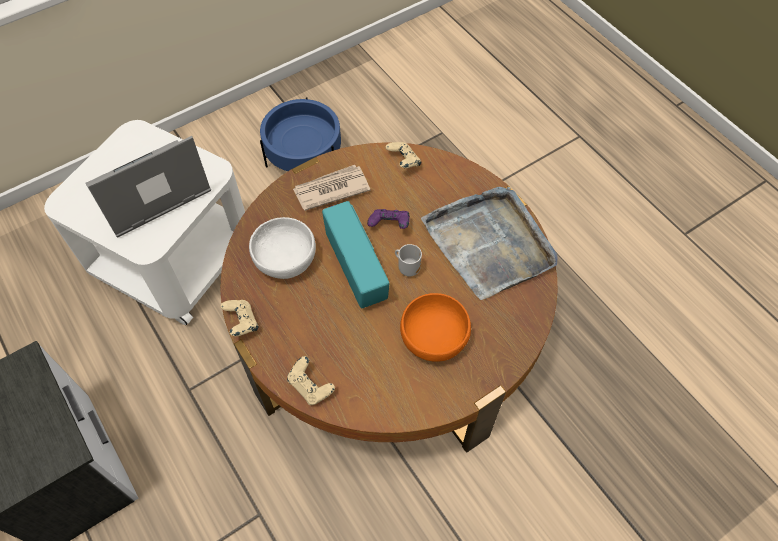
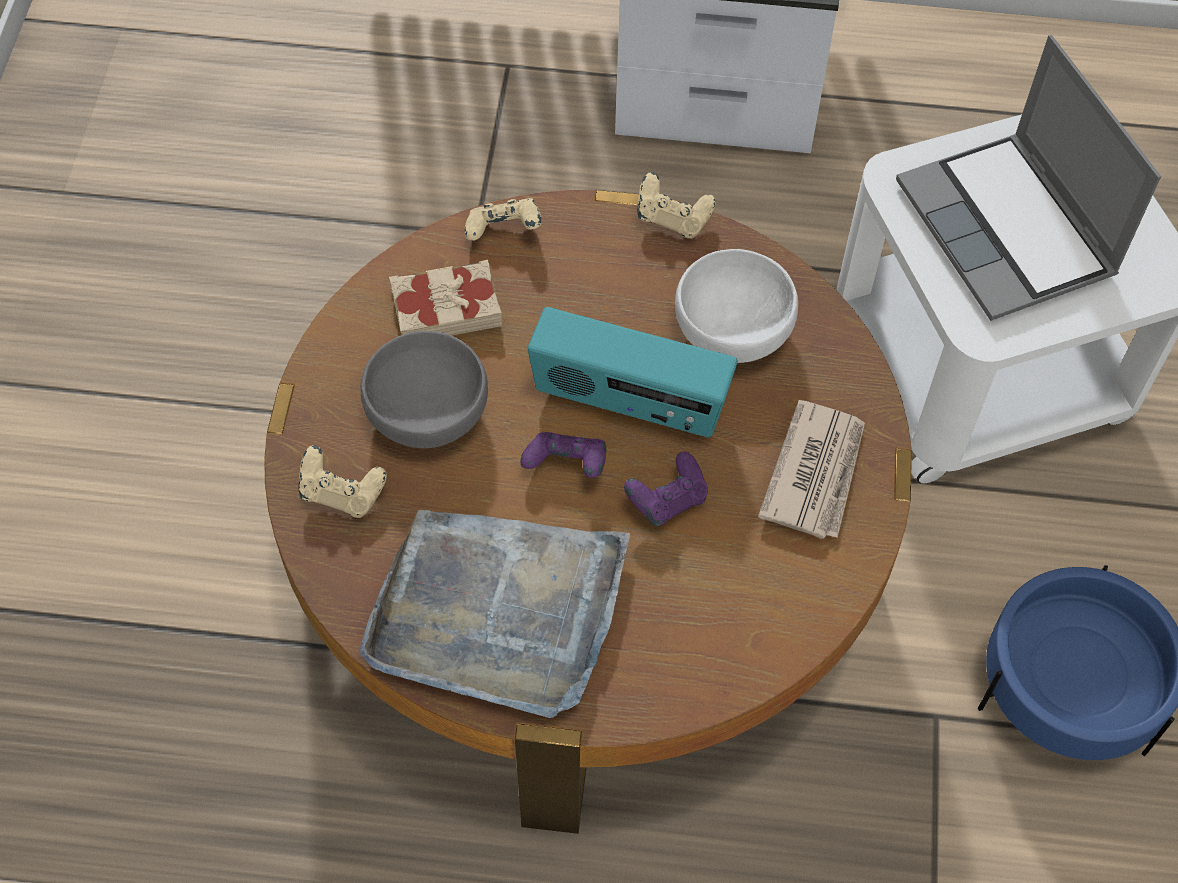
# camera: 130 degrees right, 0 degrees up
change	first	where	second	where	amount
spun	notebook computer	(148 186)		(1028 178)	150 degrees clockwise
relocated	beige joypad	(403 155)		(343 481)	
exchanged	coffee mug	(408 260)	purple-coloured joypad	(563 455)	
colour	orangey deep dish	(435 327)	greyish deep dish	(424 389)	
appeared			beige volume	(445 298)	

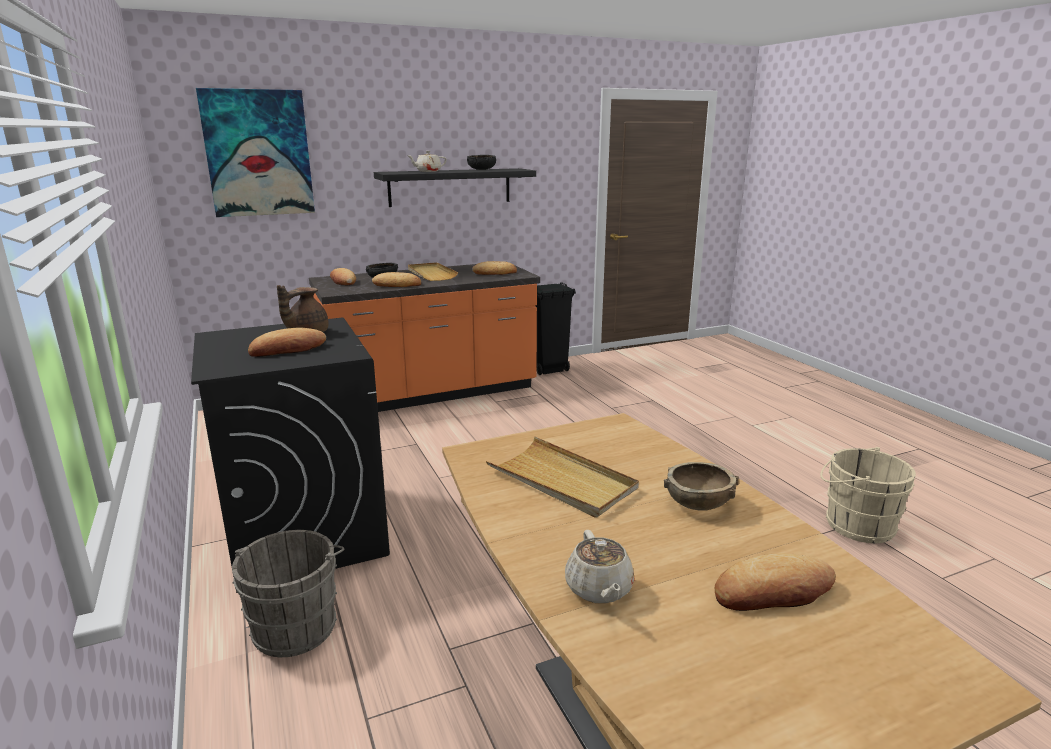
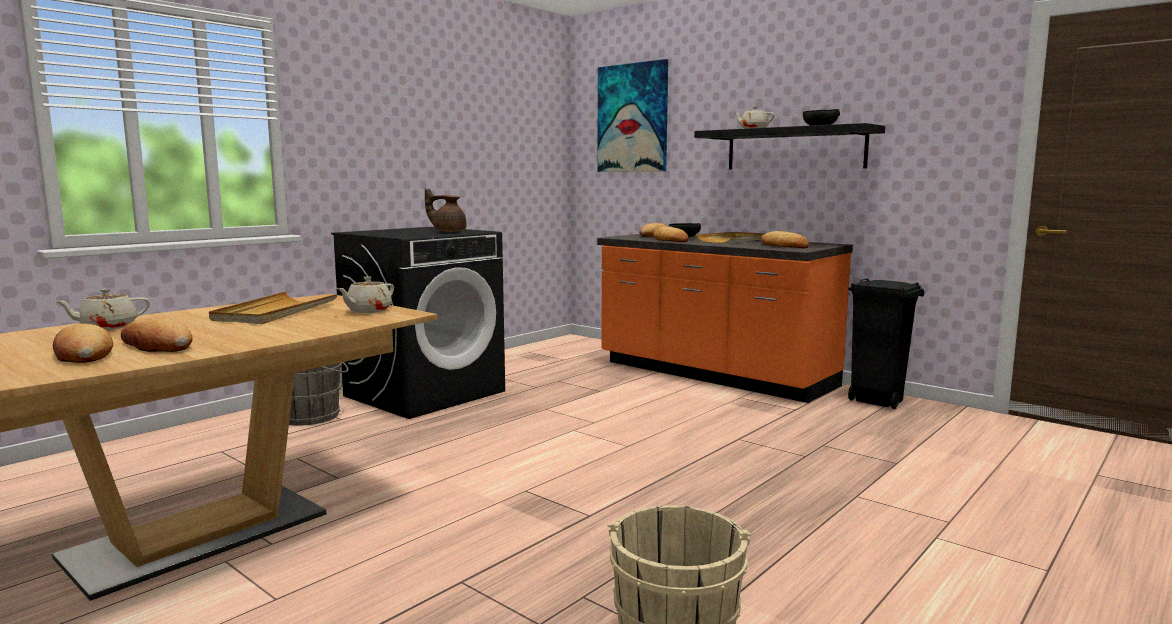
# camera: 65 degrees right, 10 degrees down
change	first	where	second	where	amount
relocated	bakery bread	(287 342)		(157 334)	
missing	brown-coloured deep dish	(701 486)			
appeared			beige tea pot	(365 294)	

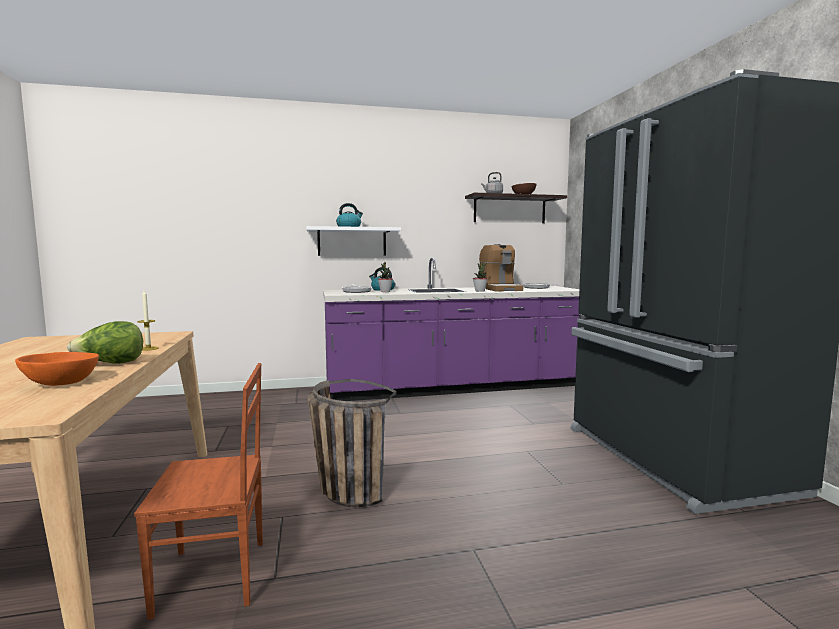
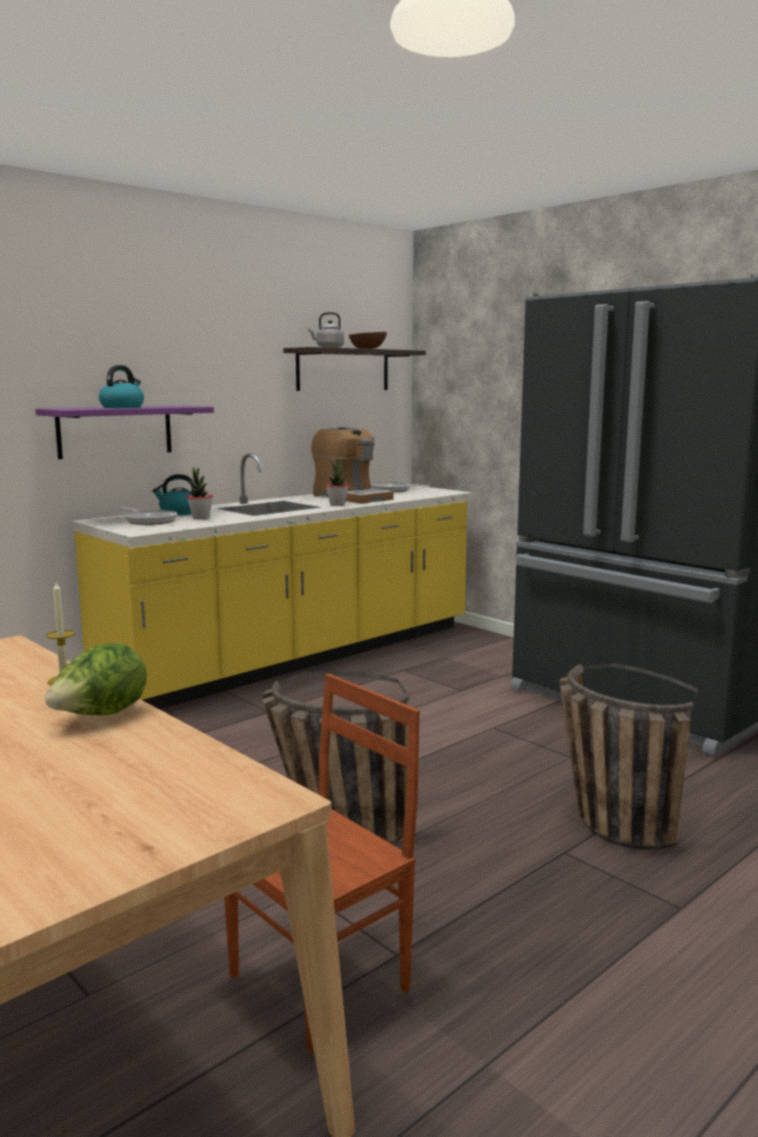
# camera: 30 degrees left, 5 degrees up
change	first	where	second	where	amount
colour	white shelf	(353 241)	purple-coloured shelf	(124 432)	
colour	purple-coloured kitchen base unit	(451 329)	yellow-coloured kitchen base unit	(272 581)	
missing	orangey deep dish	(57 369)			
appeared			household basket	(629 756)	

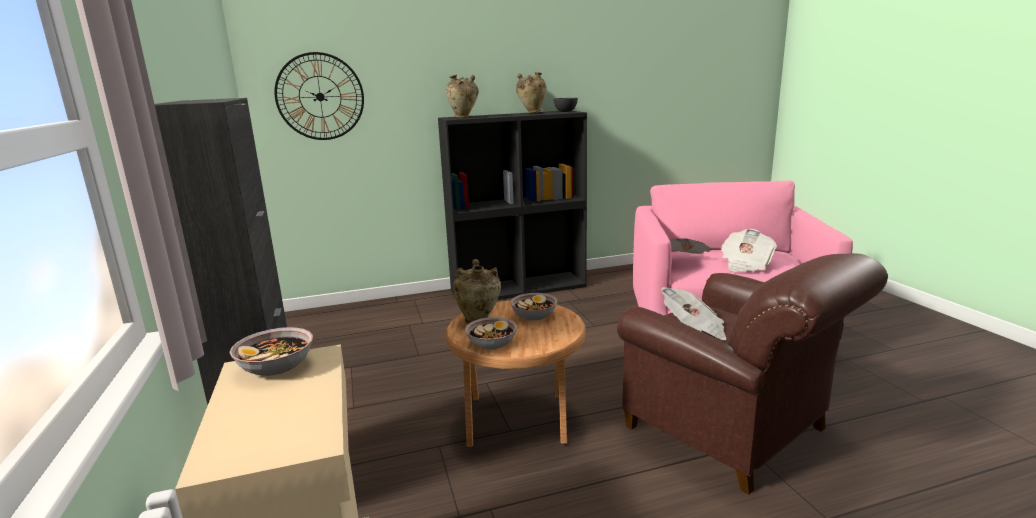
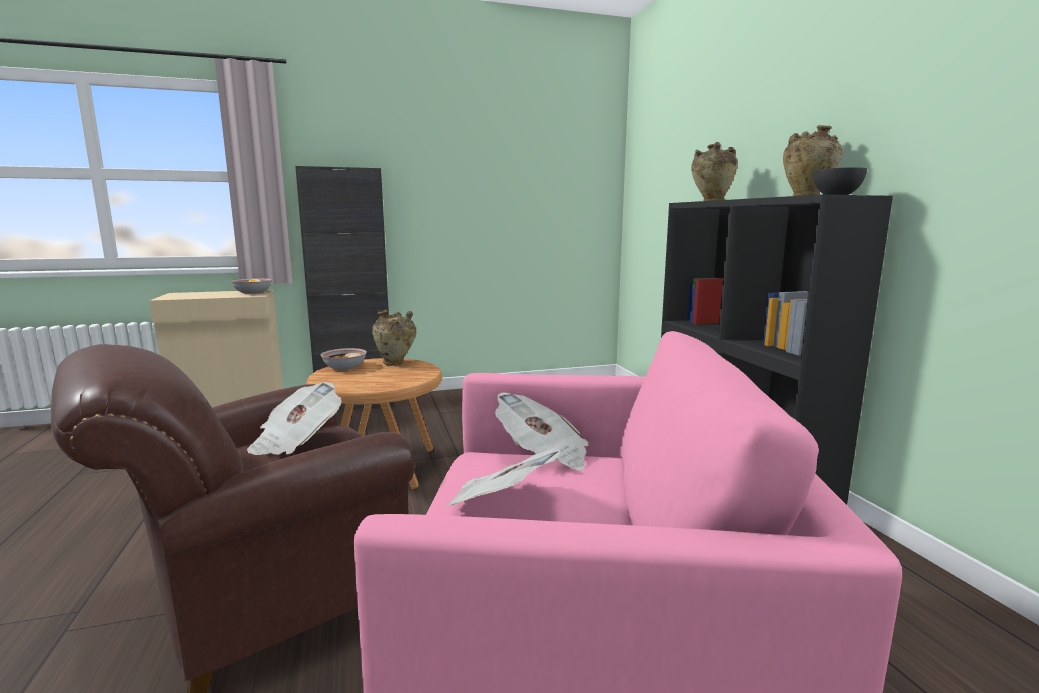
# camera: 90 degrees right, 5 degrees down
change	first	where	second	where	amount
missing	hanging clock	(319 96)			
missing	deep dish	(534 306)			

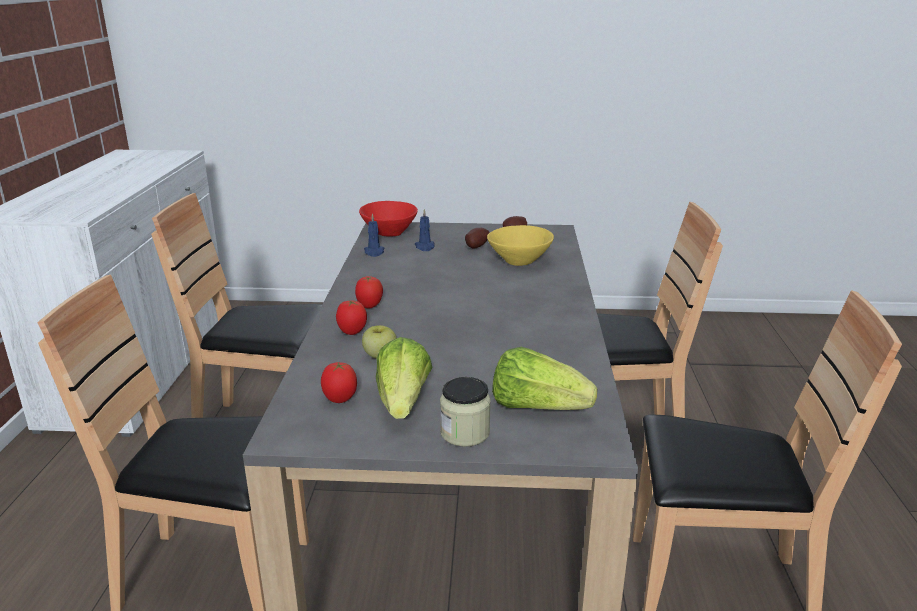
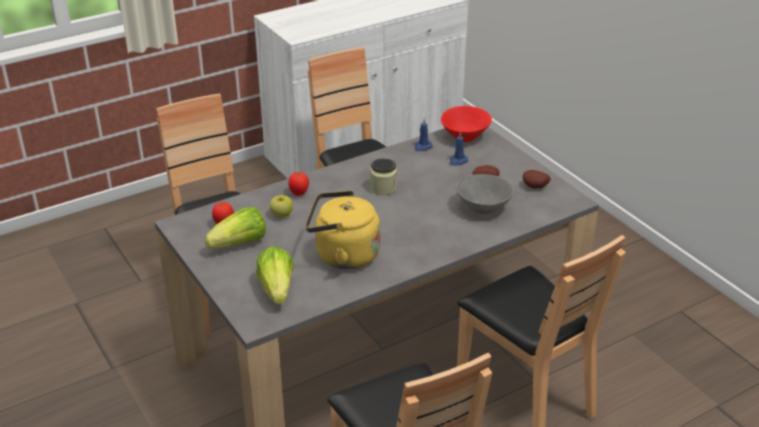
# camera: 55 degrees right, 10 degrees up
change	first	where	second	where	amount
colour	yellow-coloured deep dish	(520 245)	greyish deep dish	(485 194)	
missing	fresh tomato	(369 292)			
relocated	preserve jar	(465 412)		(383 176)	
appeared			yellow-coloured water kettle	(343 230)	

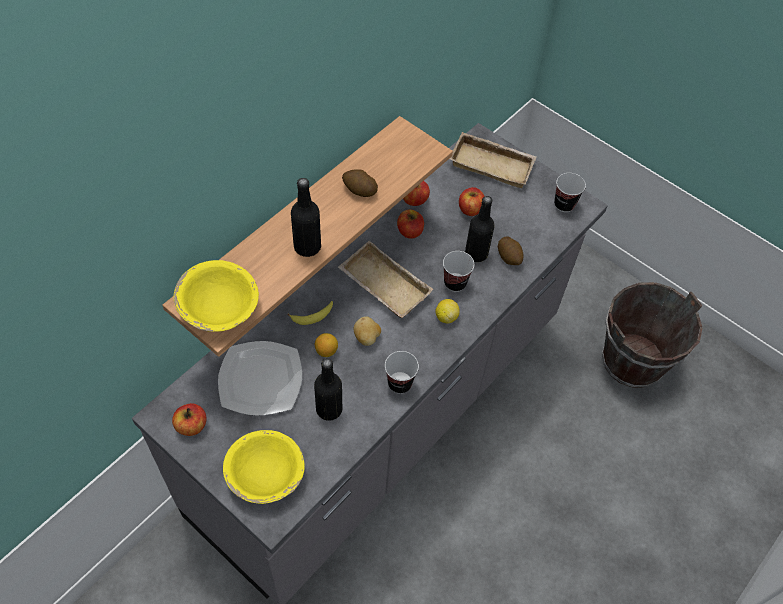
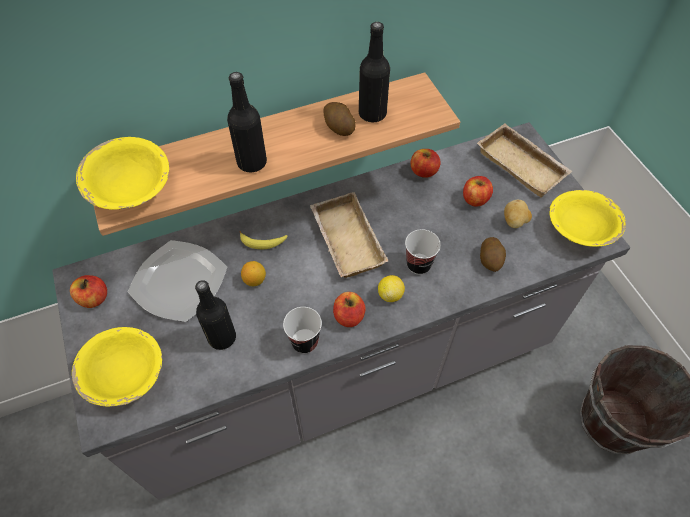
# camera: 30 degrees right, 0 degrees up
change	first	where	second	where	amount
exchanged	cup	(570 192)	yellow-coloured deep dish	(587 218)	
relocated	black-coloured beverage bottle	(480 229)		(374 72)	
relocated	apple	(410 224)		(349 309)	
relocated	whole potato	(367 331)		(518 214)	

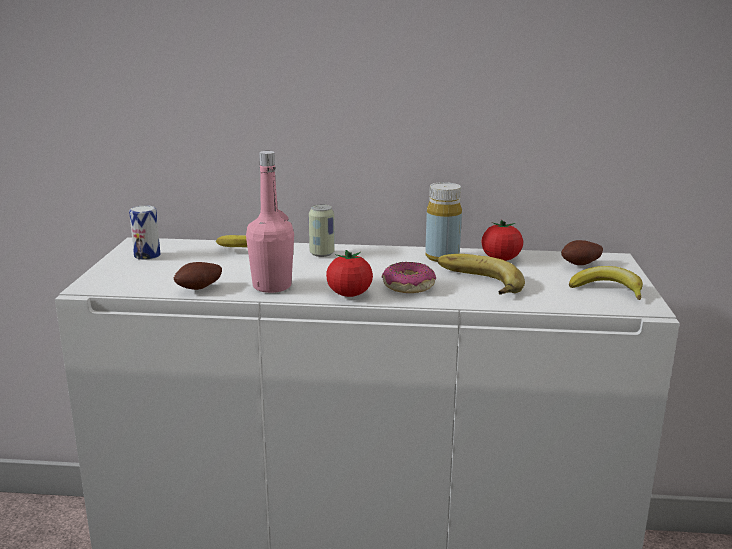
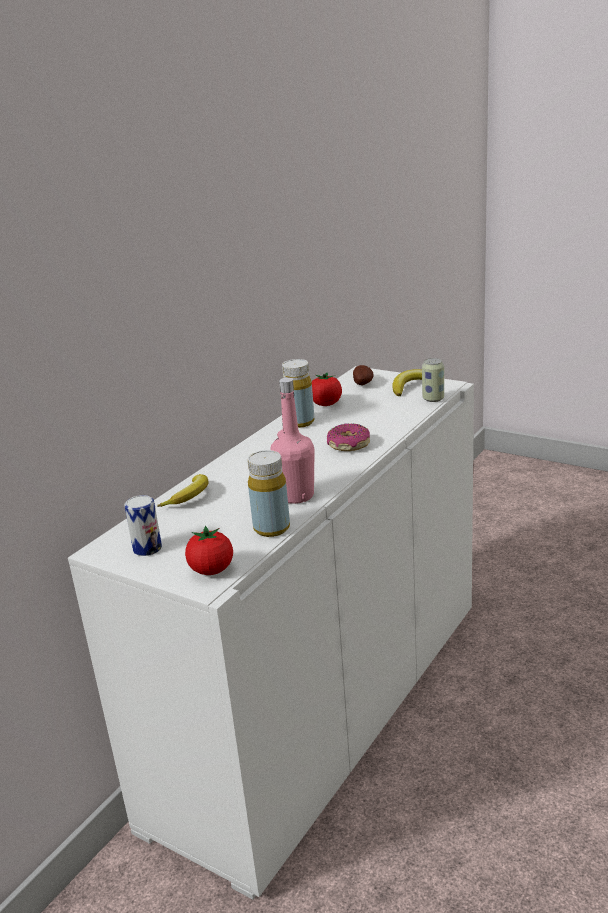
# camera: 60 degrees left, 5 degrees up
change	first	where	second	where	amount
relocated	metal can	(322 230)		(433 380)	
relocated	fresh tomato	(349 273)		(209 550)	
missing	banana	(481 274)			
exchanged	whole potato	(198 276)	yellow-coloured beverage bottle	(268 493)	

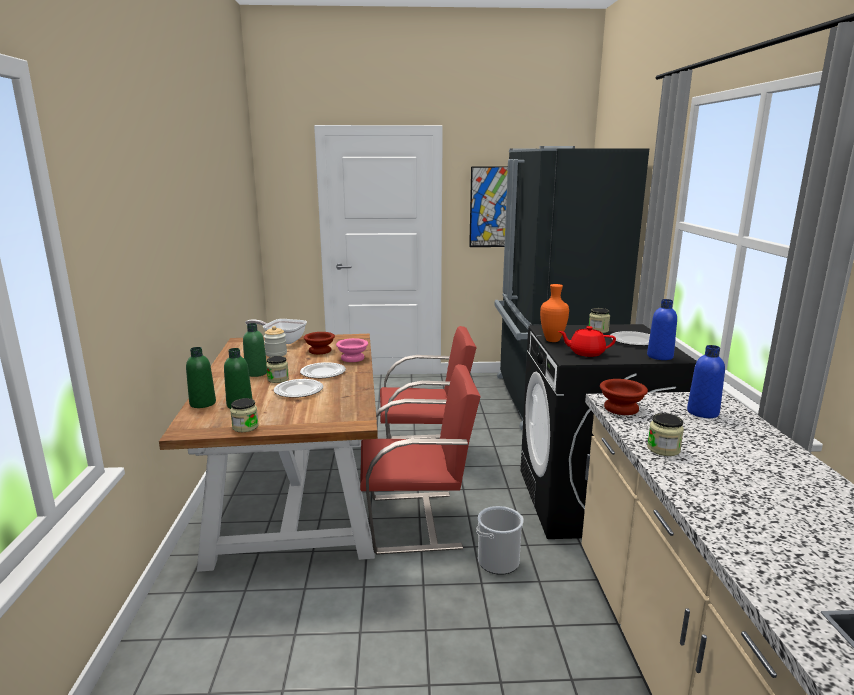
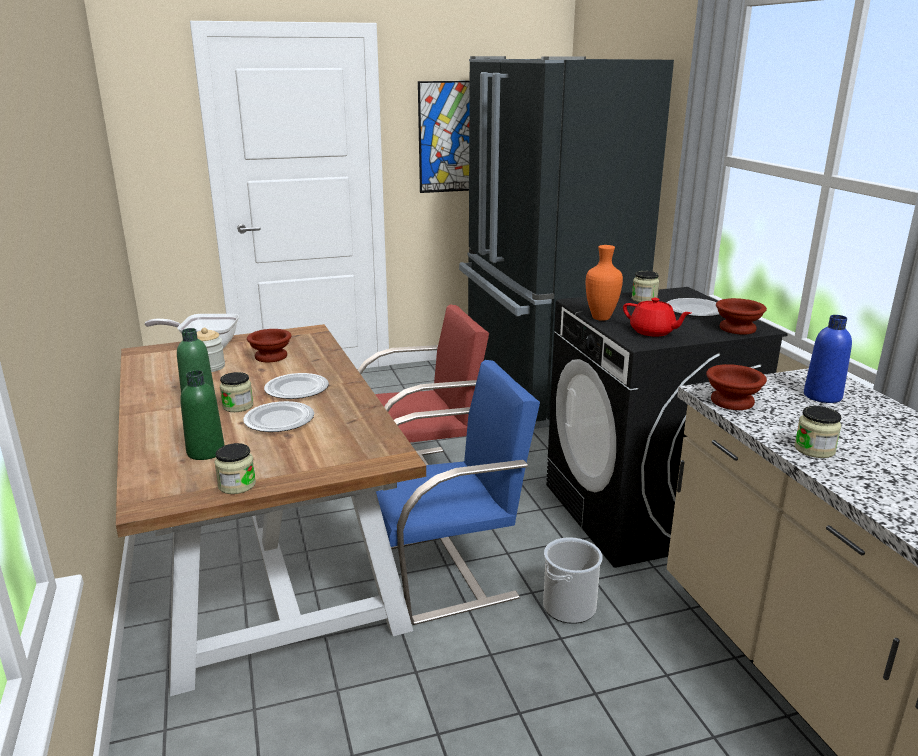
# camera: 15 degrees left, 5 degrees up
change	first	where	second	where	amount
exchanged	blue beverage bottle	(662 329)	brown-coloured deep dish	(741 316)	
spun	red-coloured tea pot	(587 341)		(657 317)	135 degrees counterclockwise
missing	pink deep dish	(352 350)			
missing	green beverage bottle	(201 377)			
colour	red-coloured plain chair	(420 459)	blue plain chair	(458 492)	

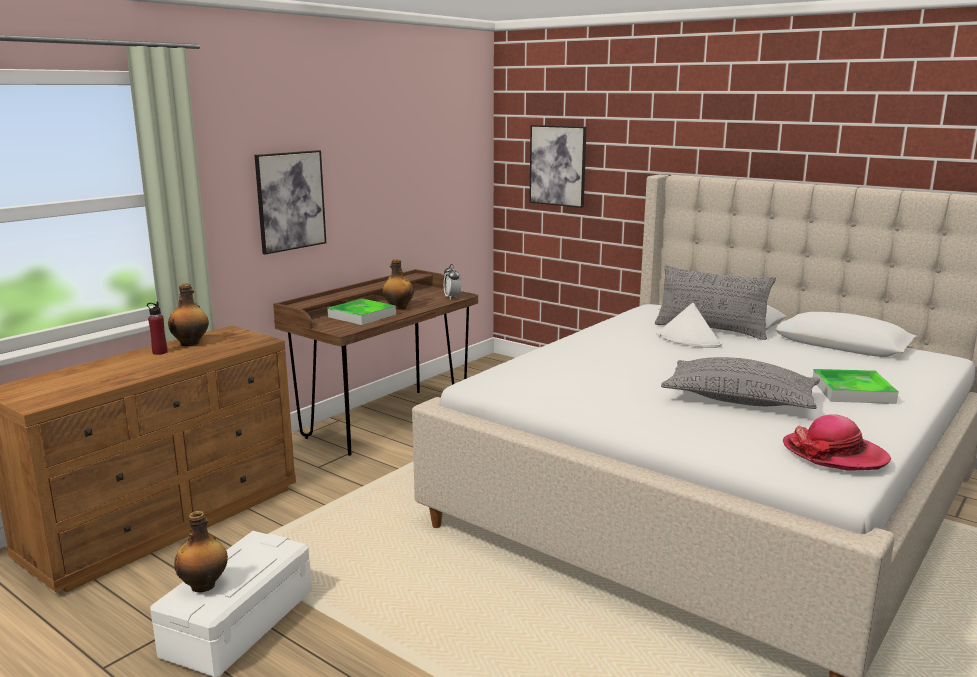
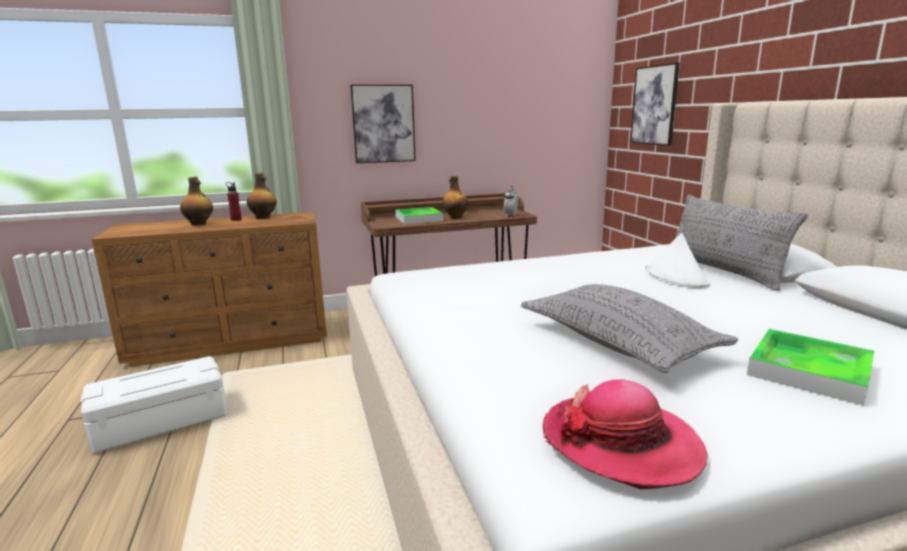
# camera: 35 degrees right, 0 degrees up
change	first	where	second	where	amount
relocated	beverage bottle	(201 552)		(196 201)	

